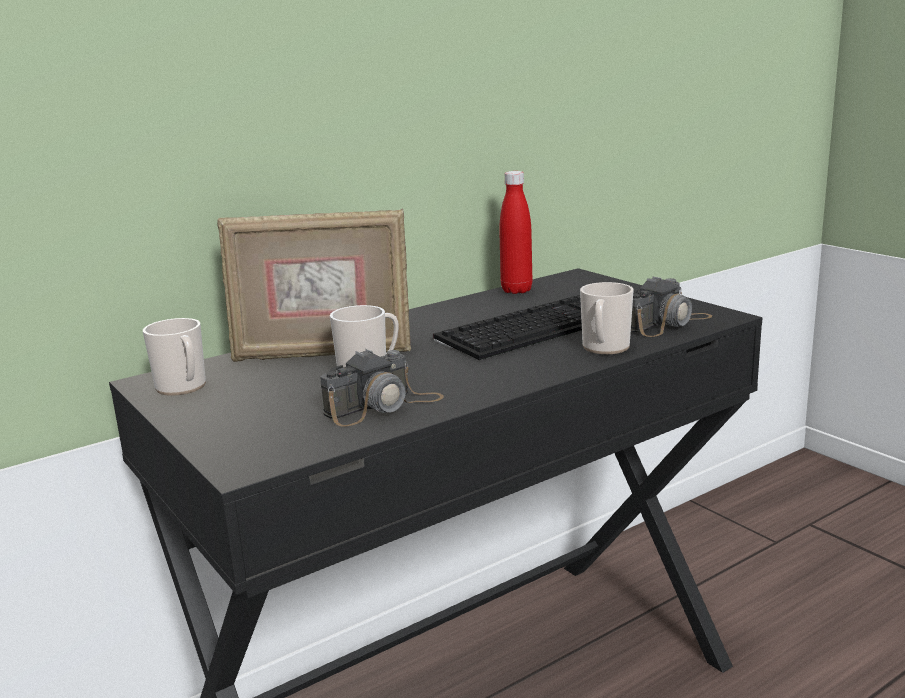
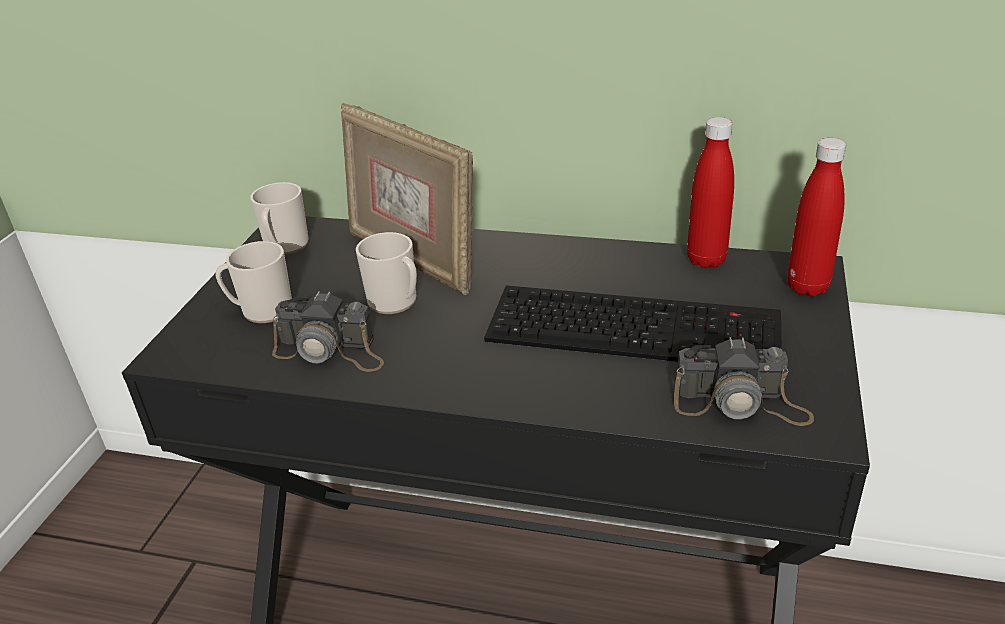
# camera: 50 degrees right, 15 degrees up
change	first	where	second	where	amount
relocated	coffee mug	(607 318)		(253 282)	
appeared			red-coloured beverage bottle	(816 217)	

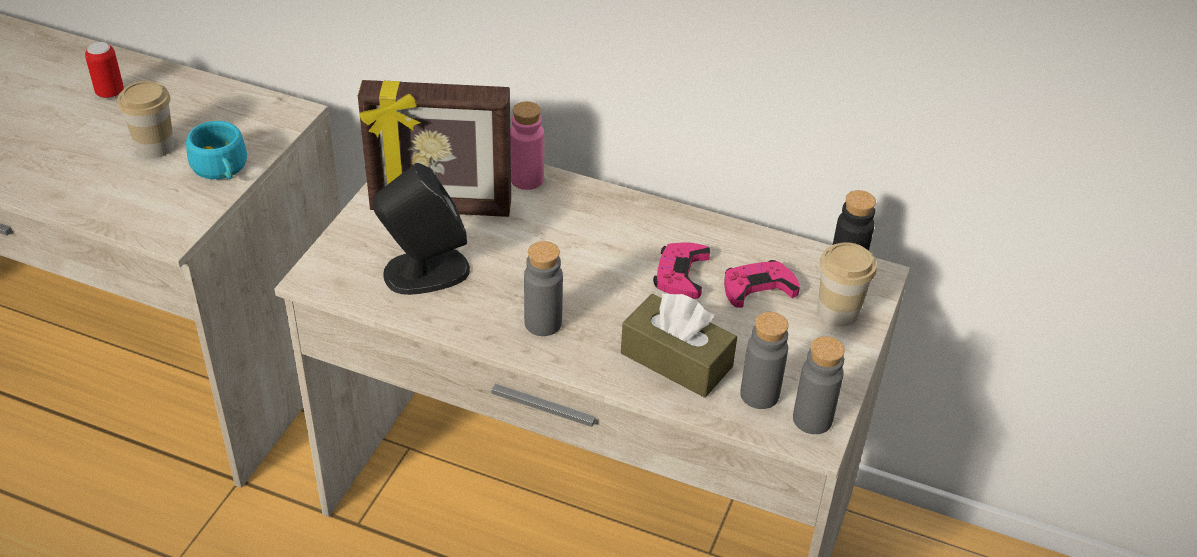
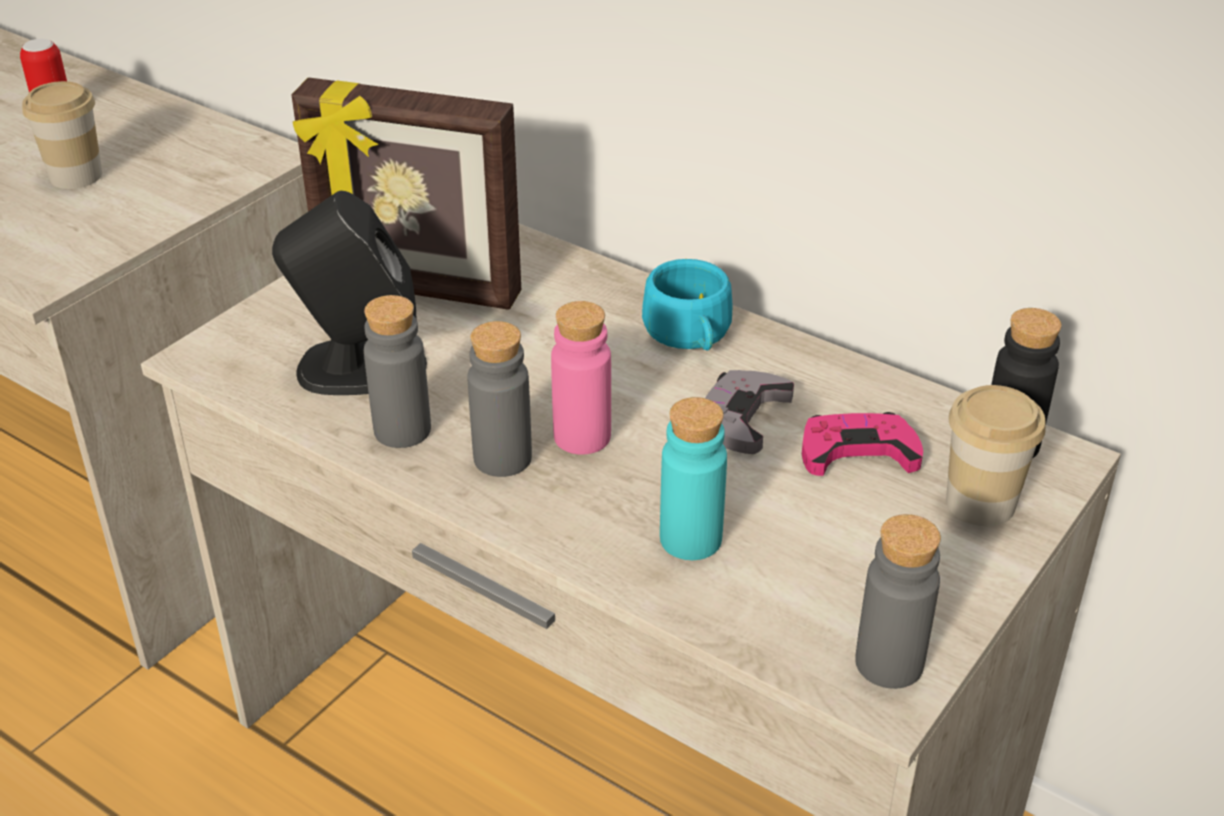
# camera: 15 degrees right, 5 degrees down
change	first	where	second	where	amount
relocated	pink beverage bottle	(527 145)		(581 378)	
relocated	turquoise-coloured cup	(216 150)		(687 304)	
colour	pink joypad	(681 270)	greyish joypad	(749 412)	
exchanged	brown-coloured tissue holder	(679 345)	turquoise-coloured beverage bottle	(693 478)	
relocated	greyish beverage bottle	(764 360)		(397 371)	

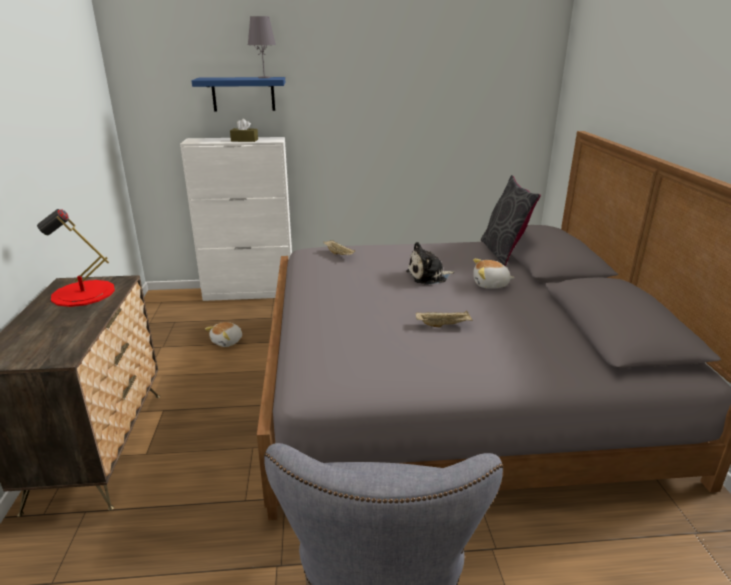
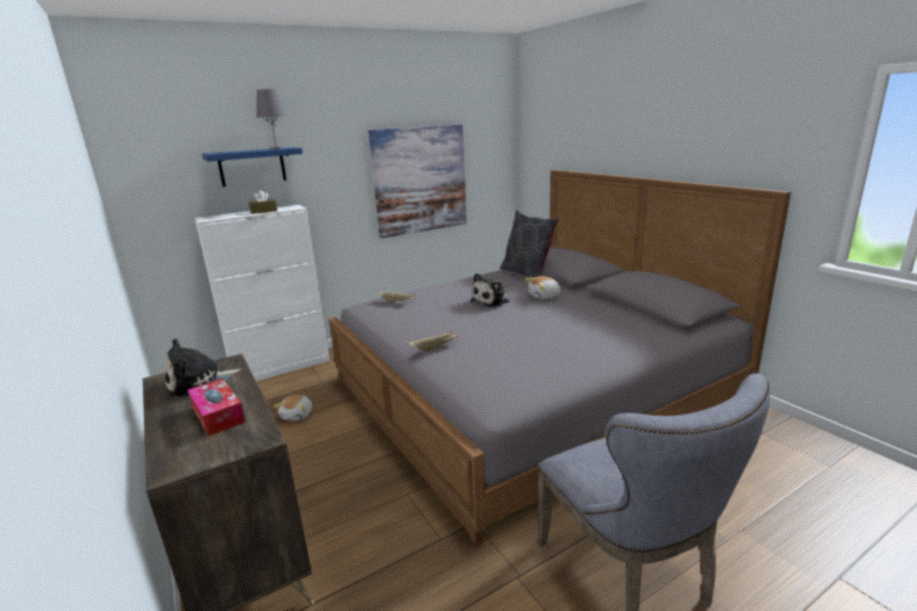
# camera: 25 degrees left, 5 degrees down
change	first	where	second	where	amount
exchanged	red-coloured tabletop lamp	(76 258)	cuddly toy	(202 367)	
relocated	beige carrying tray	(444 319)		(434 340)	
appeared			wall picture	(417 181)	
appeared			tissue holder	(217 407)	

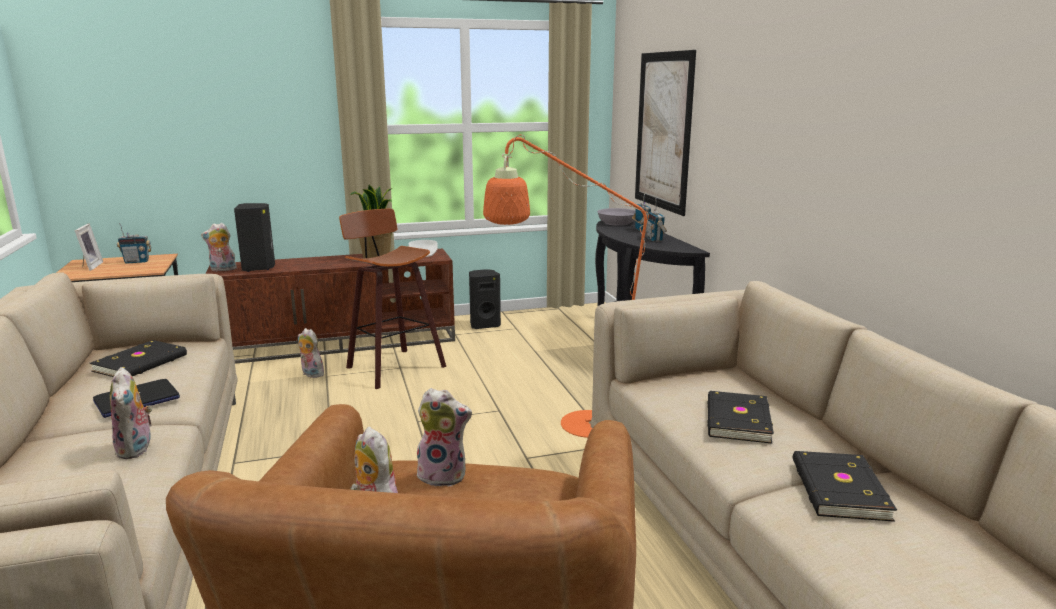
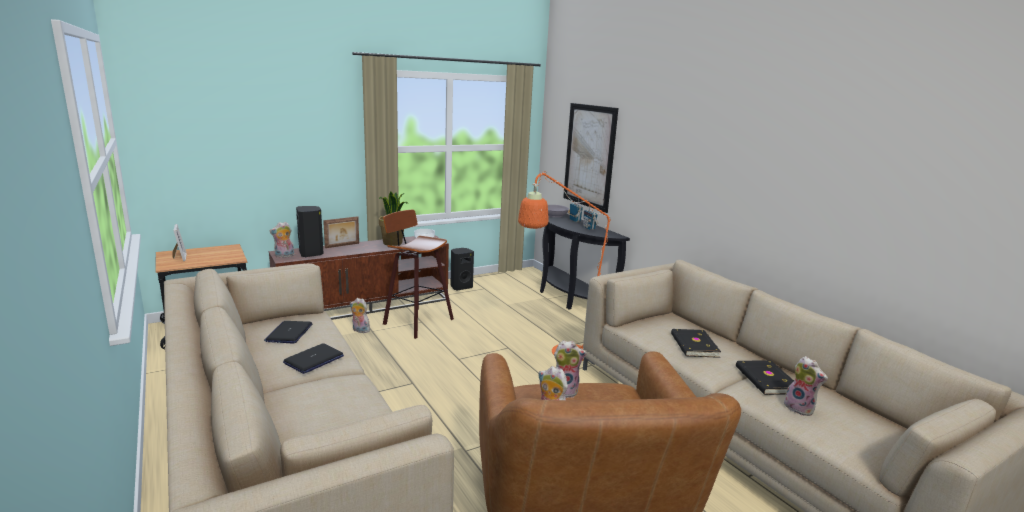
# camera: 15 degrees left, 0 degrees up
change	first	where	second	where	amount
missing	radio	(134 243)			
exchanged	black-coloured volume	(138 358)	notebook computer	(288 332)	
relocated	cuddly toy	(131 413)		(806 386)	
appeared			picture frame	(341 232)	

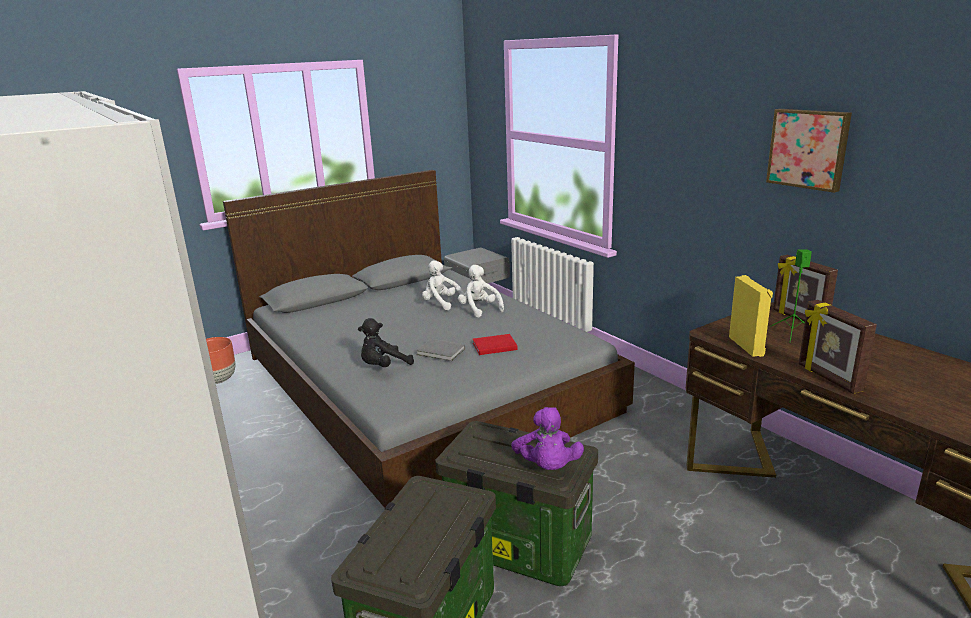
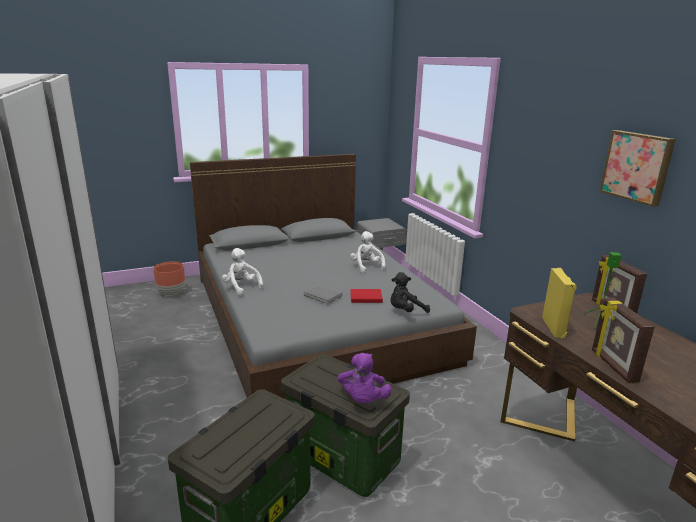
# camera: 10 degrees right, 0 degrees up
change	first	where	second	where	amount
relocated	white cuddly toy	(443 285)		(242 271)	
relocated	black-coloured cuddly toy	(386 342)		(410 292)	

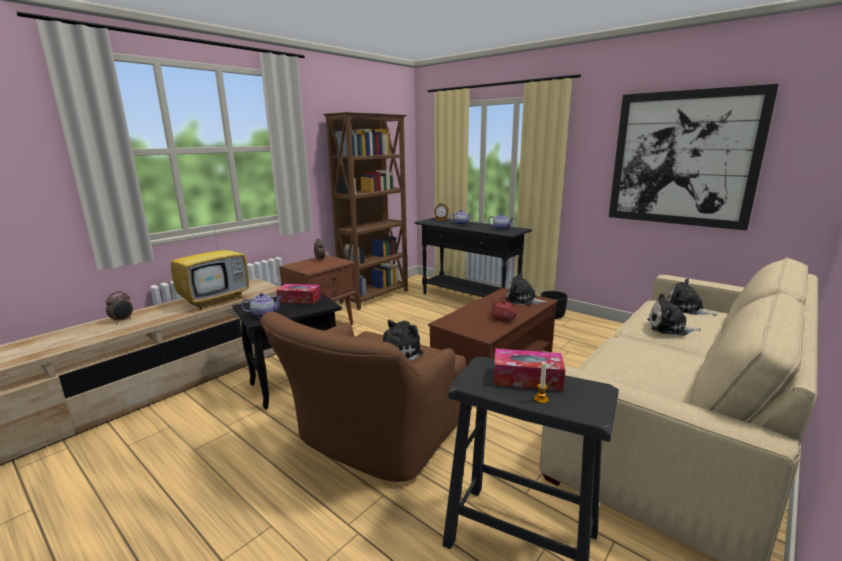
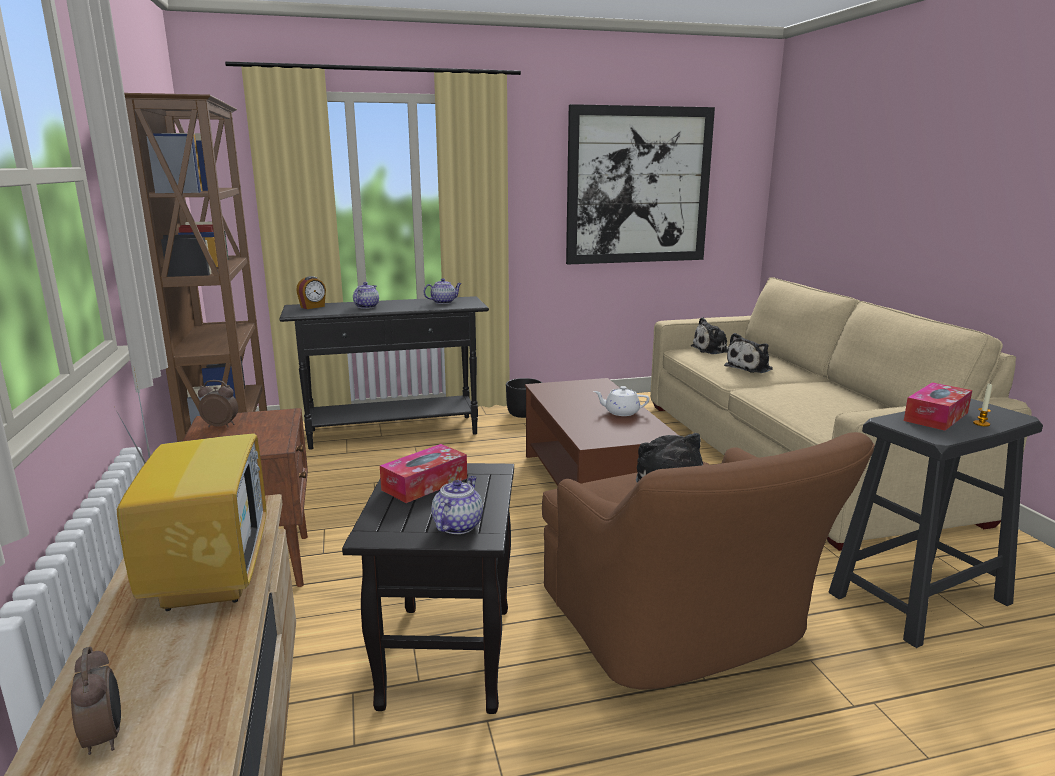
# camera: 55 degrees left, 0 degrees up
change	first	where	second	where	amount
missing	cuddly toy	(526 288)			
colour	red-coloured tea pot	(503 310)	white tea pot	(621 401)	

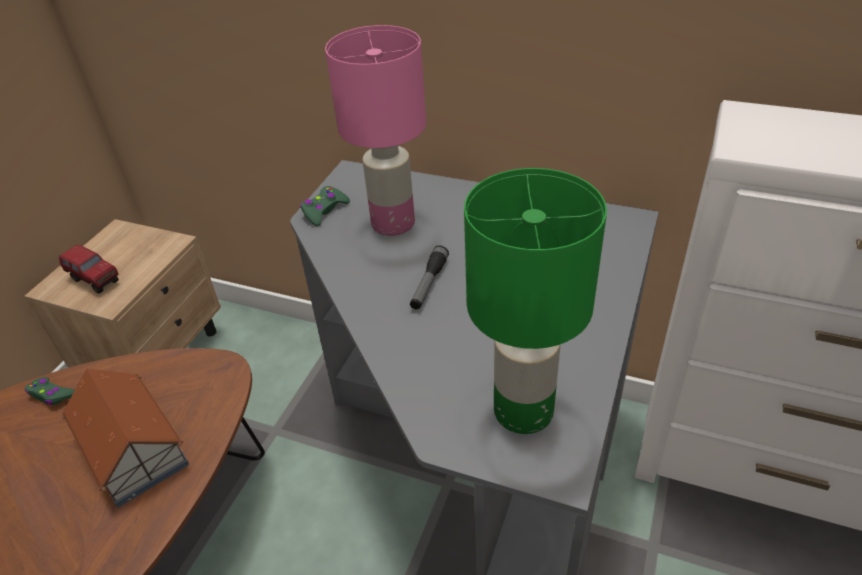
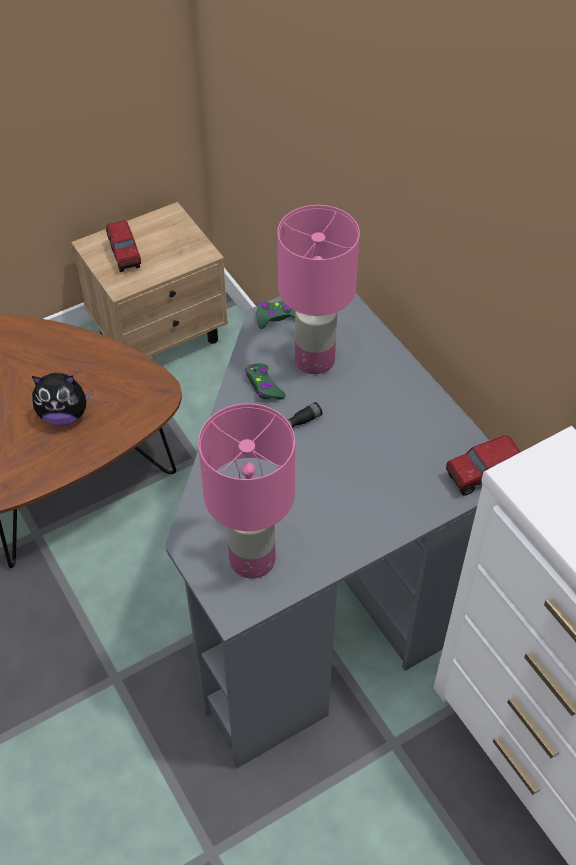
# camera: 35 degrees right, 10 degrees up
change	first	where	second	where	amount
colour	green tabletop lamp	(535 301)	pink tabletop lamp	(246 490)	
exchanged	toy house	(125 438)	cuddly toy	(62 399)	
relocated	green joypad	(50 391)		(265 381)	
appeared			model truck	(483 465)	

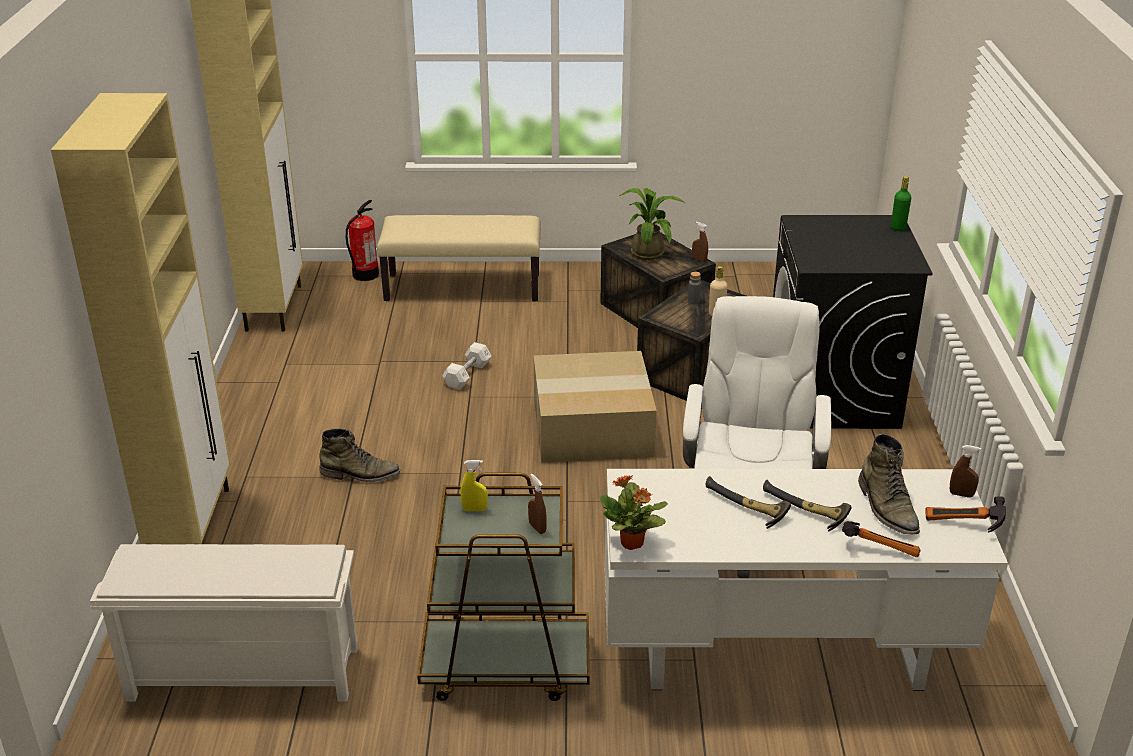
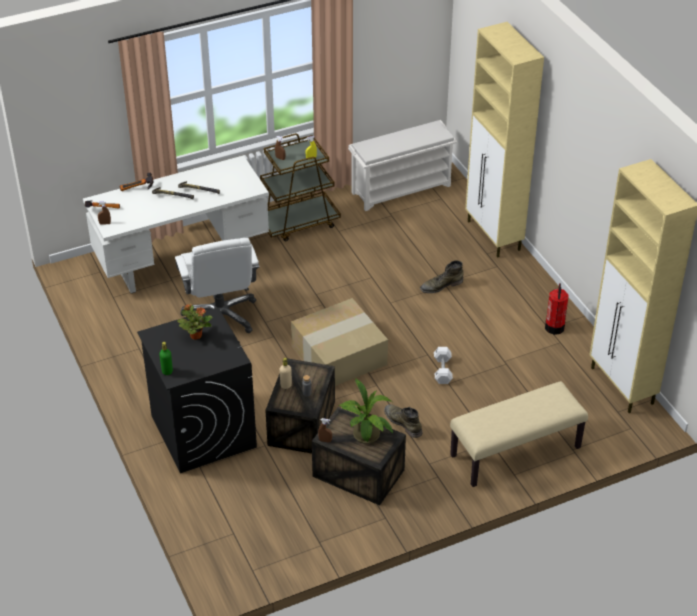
# camera: 155 degrees right, 10 degrees up
change	first	where	second	where	amount
relocated	extinguisher	(362 240)		(557 309)	
relocated	green boot	(889 484)		(403 421)	
relocated	houseplant	(634 512)		(194 322)	

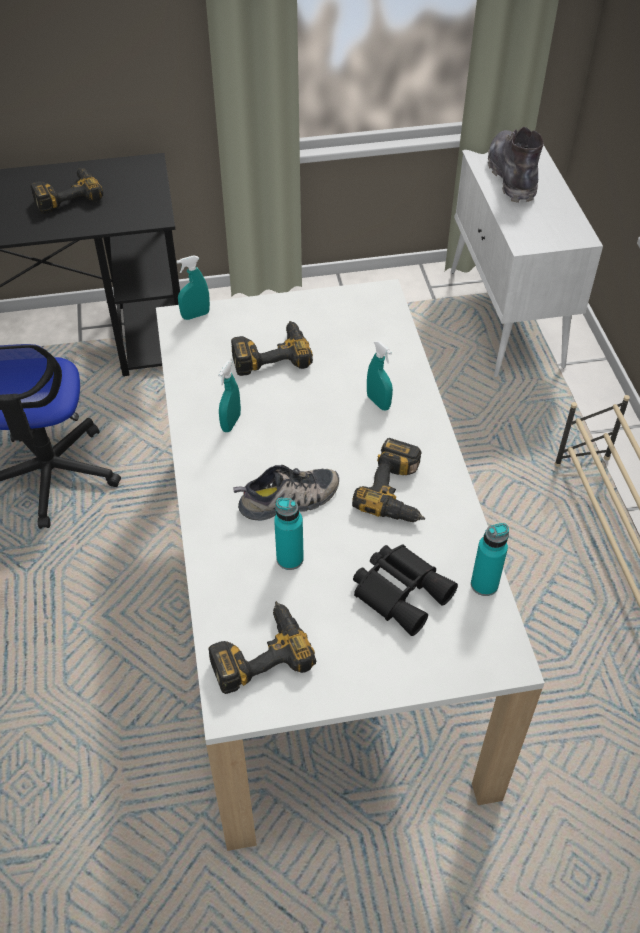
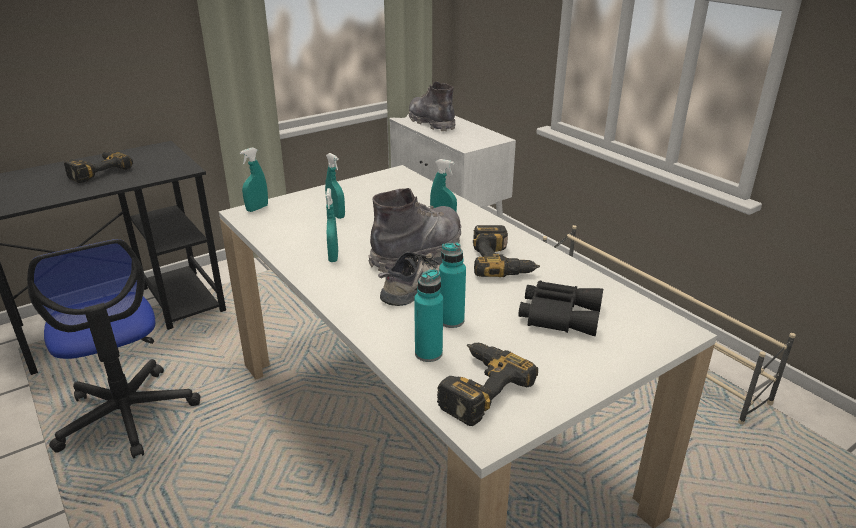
# camera: 25 degrees left, 20 degrees down
change	first	where	second	where	amount
exchanged	drill	(272 348)	turquoise-coloured sprayer	(335 186)	
relocated	turquoise-coloured beverage bottle	(490 559)		(428 315)	
appeared			greyish boot	(415 230)	

